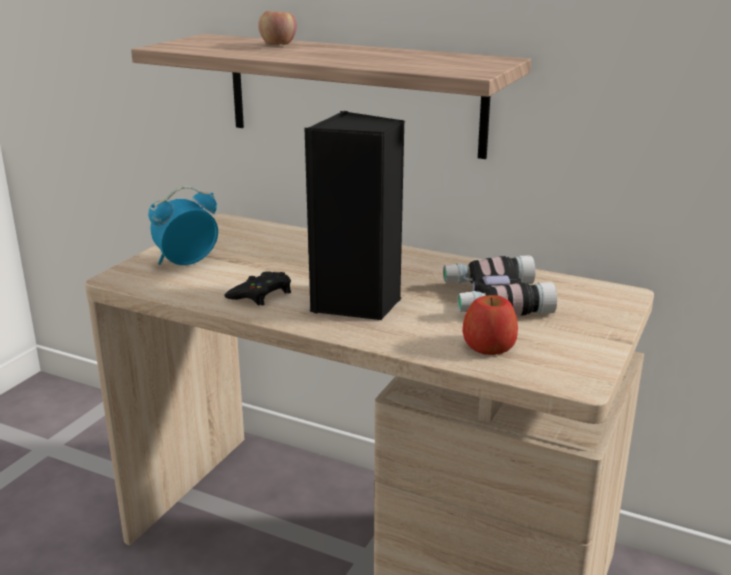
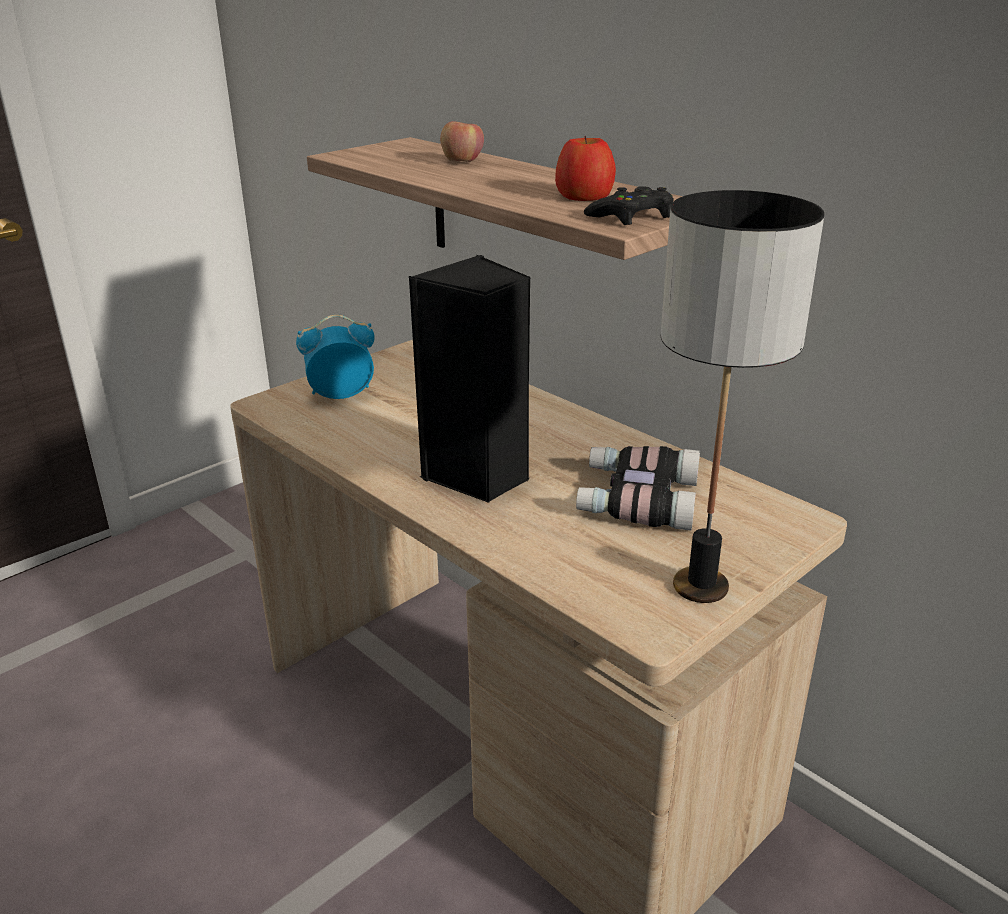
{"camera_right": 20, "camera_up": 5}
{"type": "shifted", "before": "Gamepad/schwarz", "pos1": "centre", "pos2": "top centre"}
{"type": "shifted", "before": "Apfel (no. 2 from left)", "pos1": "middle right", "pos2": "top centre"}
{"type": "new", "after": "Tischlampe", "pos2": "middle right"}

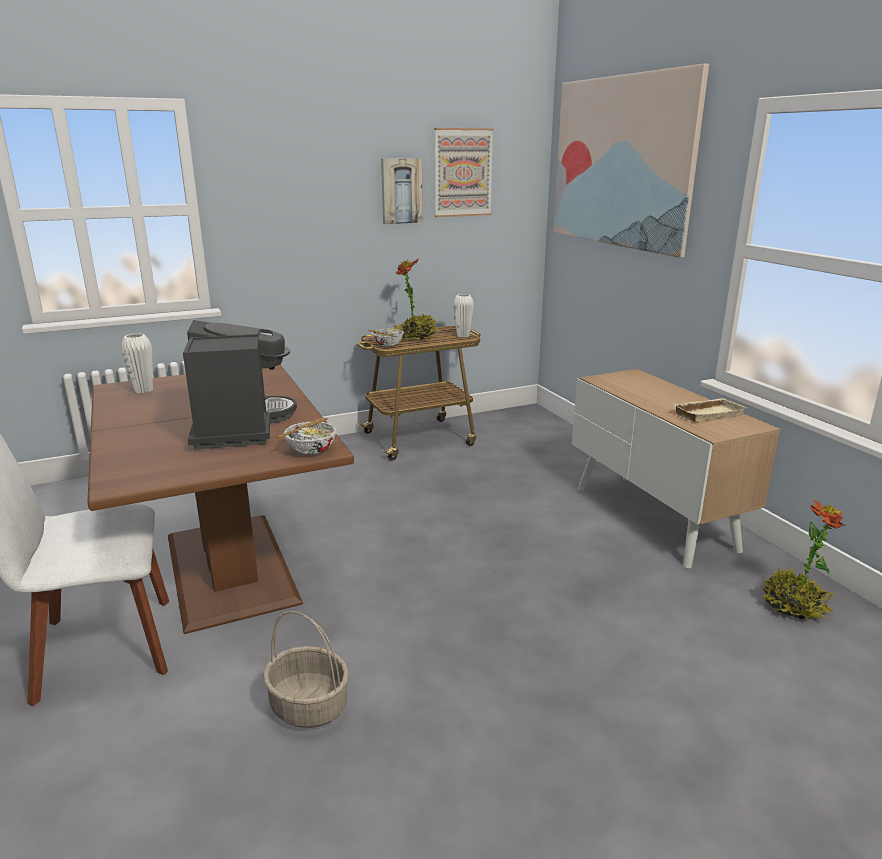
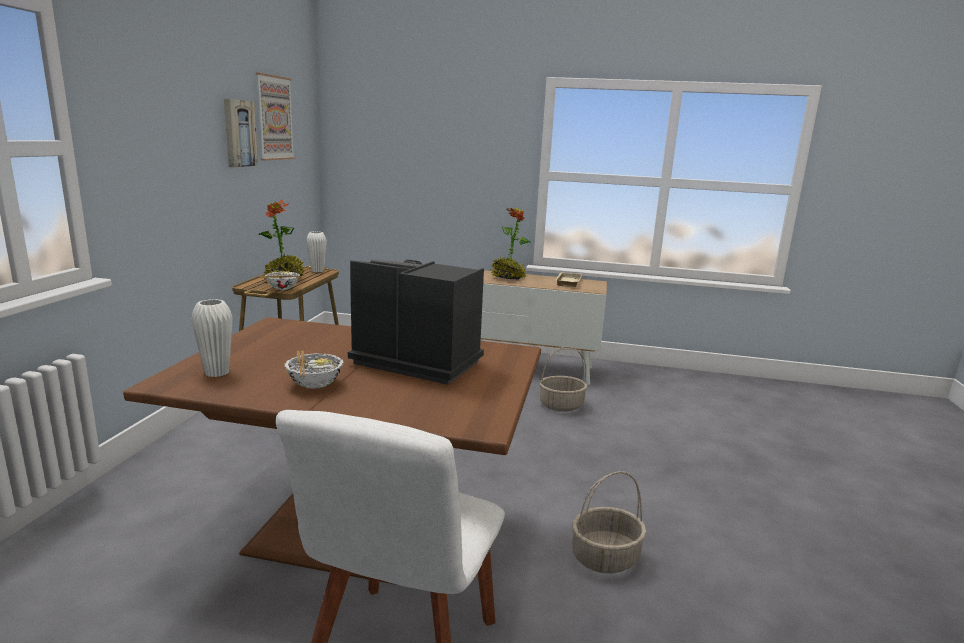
{"camera_right": -55, "camera_up": -5}
{"type": "gone", "before": "Bild (no. 3 from left)", "pos1": "top right"}
{"type": "shifted", "before": "Schüssel (no. 1 from left in the first image)", "after": "Schüssel (no. 2 from left)", "pos1": "centre", "pos2": "middle left"}
{"type": "shifted", "before": "Topfpflanze (no. 2 from left)", "pos1": "middle right", "pos2": "centre"}
{"type": "new", "after": "Korb (no. 1 from left)", "pos2": "centre"}

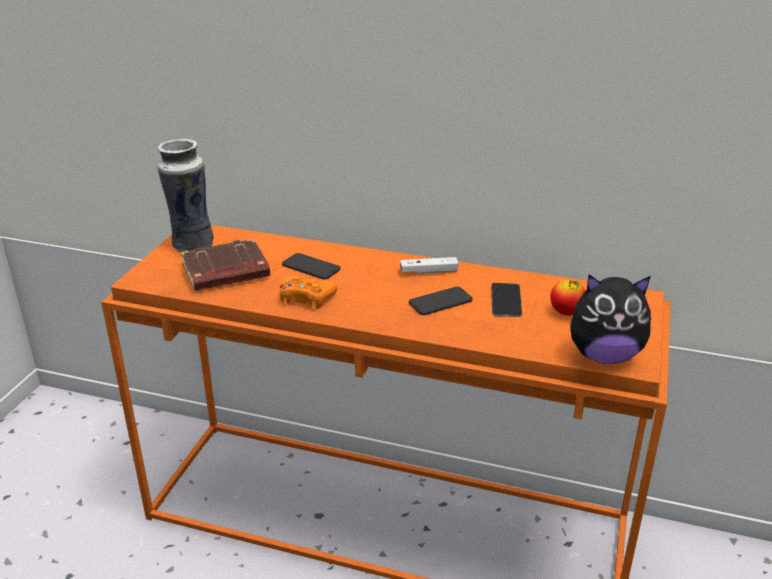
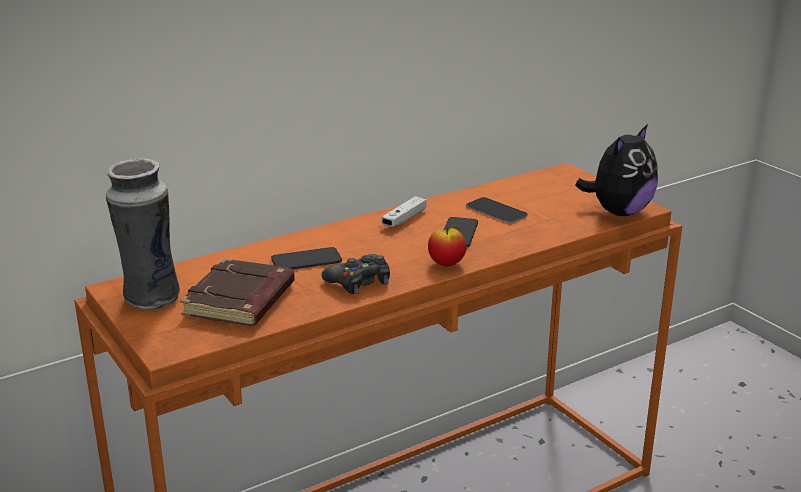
{"camera_right": -50, "camera_up": -5}
{"type": "repainted", "before": "Gamepad/orange", "after": "Gamepad/schwarz", "pos1": "centre", "pos2": "centre"}
{"type": "shifted", "before": "Apfel", "pos1": "middle right", "pos2": "centre"}

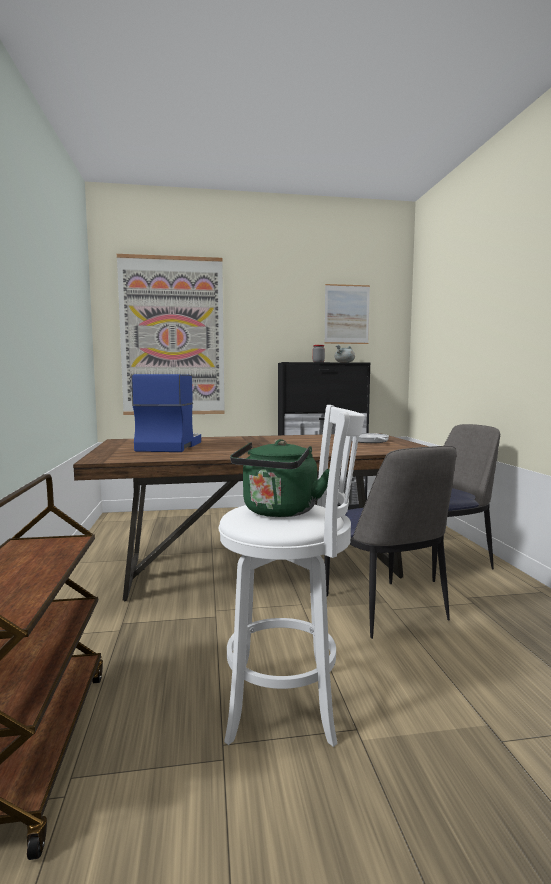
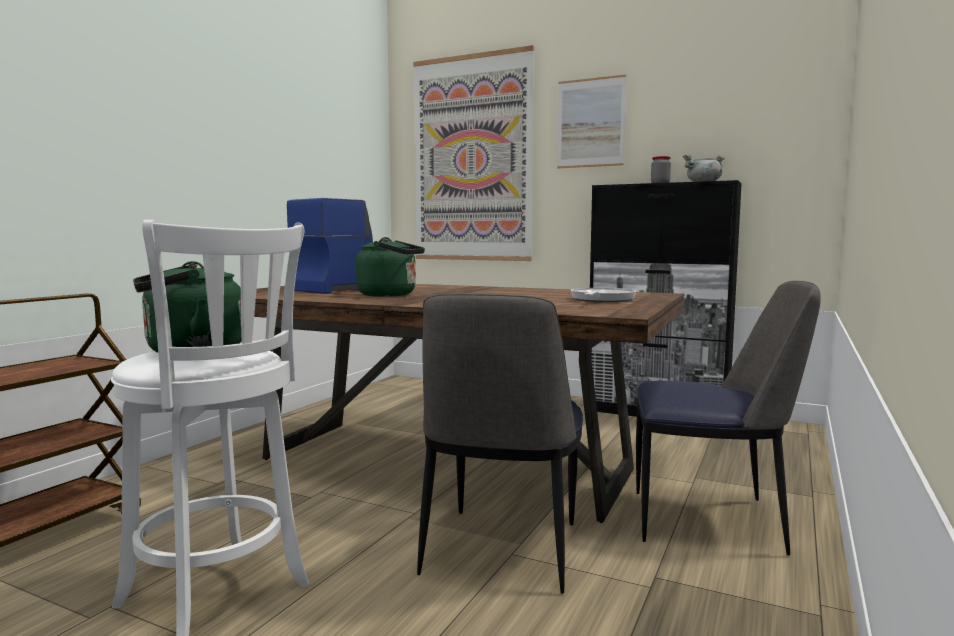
{"camera_right": 35, "camera_up": 0}
{"type": "shifted", "before": "Bild (no. 2 from left)", "pos1": "centre", "pos2": "top centre"}
{"type": "new", "after": "Wasserkessel/grün (no. 2 from left)", "pos2": "centre"}

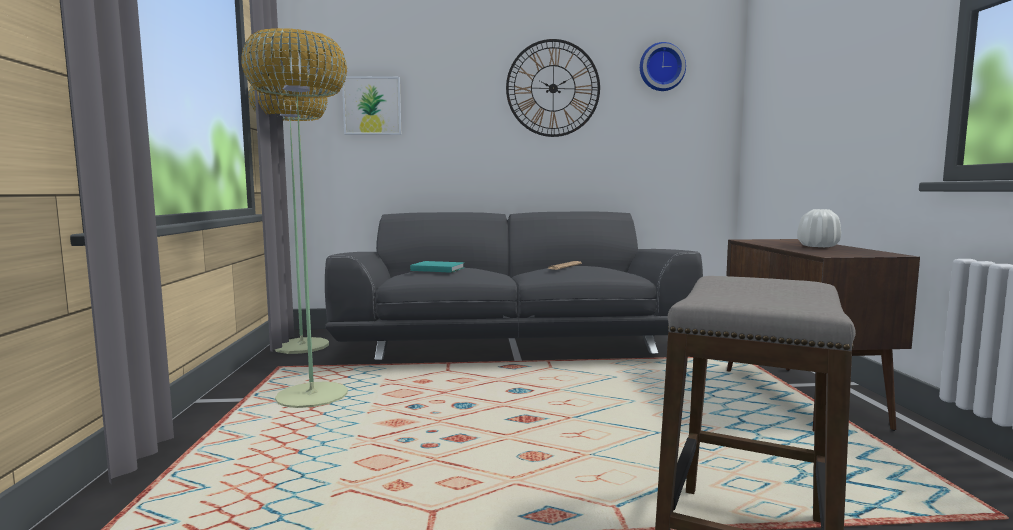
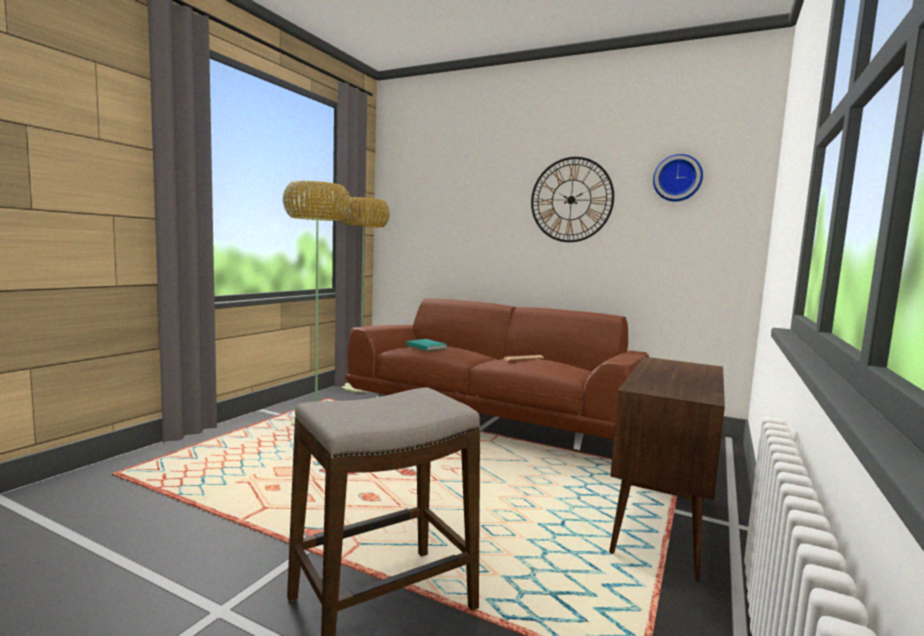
{"camera_right": 30, "camera_up": 0}
{"type": "gone", "before": "Bild", "pos1": "top centre"}
{"type": "gone", "before": "Vase/weiß", "pos1": "middle right"}
{"type": "repainted", "before": "Sofa/grau", "after": "Sofa/braun", "pos1": "centre", "pos2": "centre"}

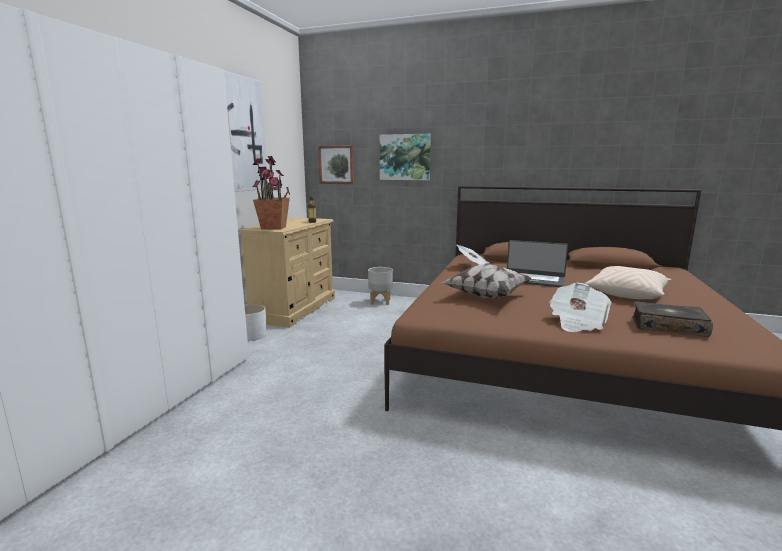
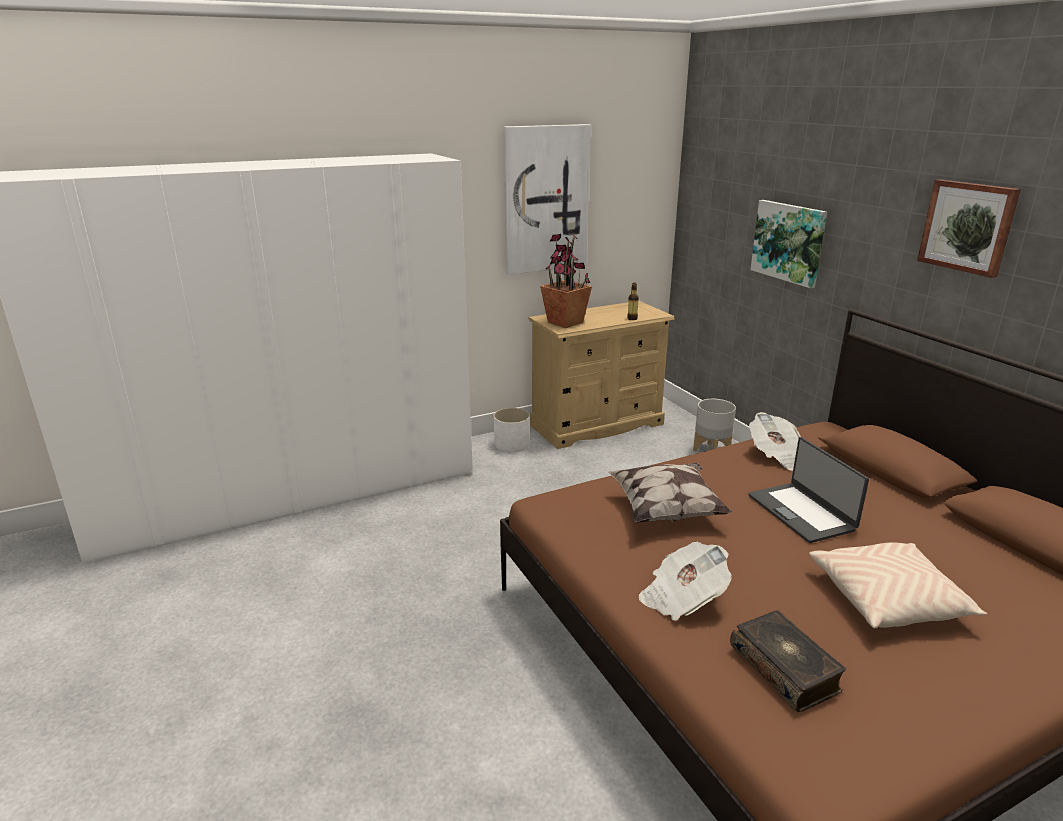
{"camera_right": 45, "camera_up": 10}
{"type": "shifted", "before": "Bild (no. 2 from left in the first image)", "after": "Bild (no. 3 from left)", "pos1": "top centre", "pos2": "top right"}

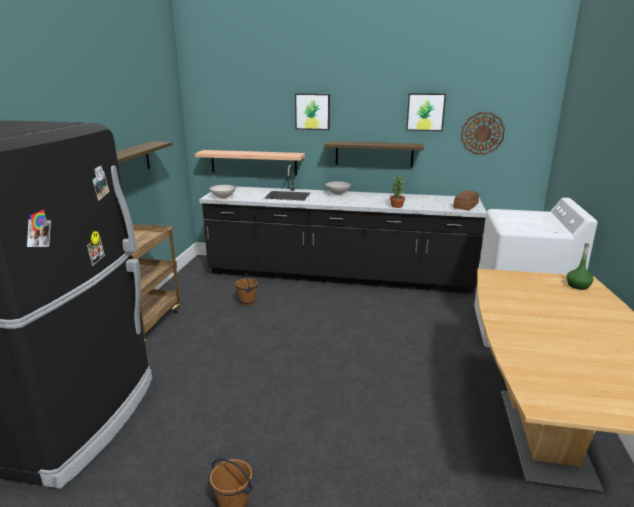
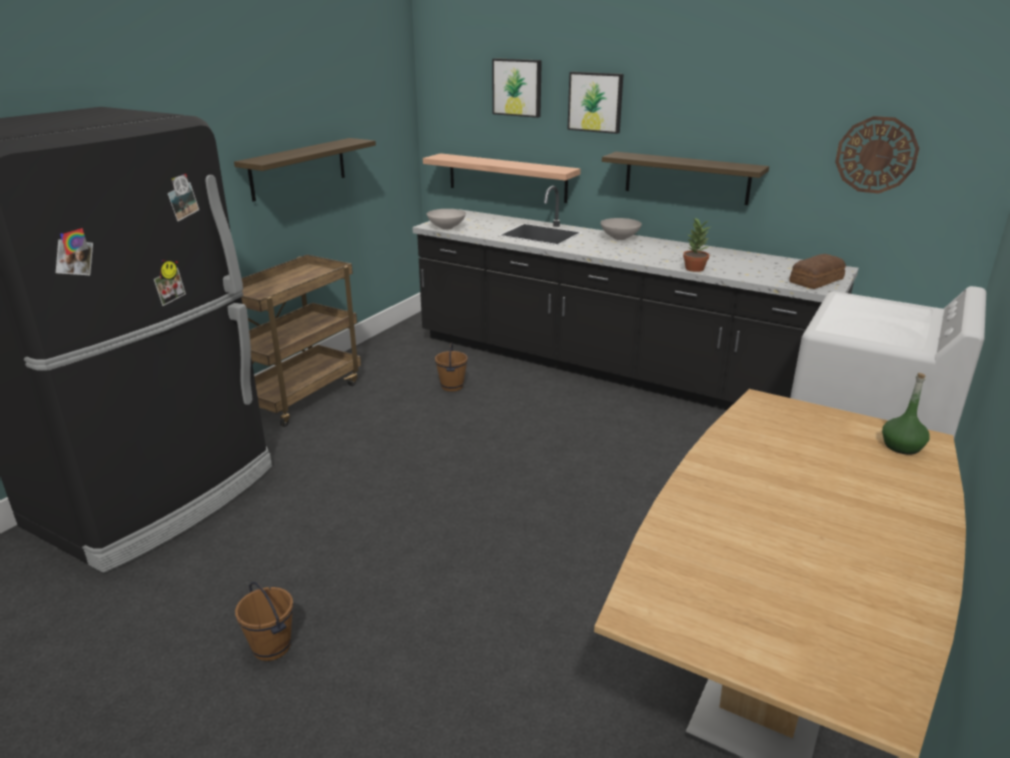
{"camera_right": 20, "camera_up": 5}
{"type": "shifted", "before": "Bild (no. 2 from left in the first image)", "after": "Bild (no. 1 from left)", "pos1": "top right", "pos2": "top centre"}

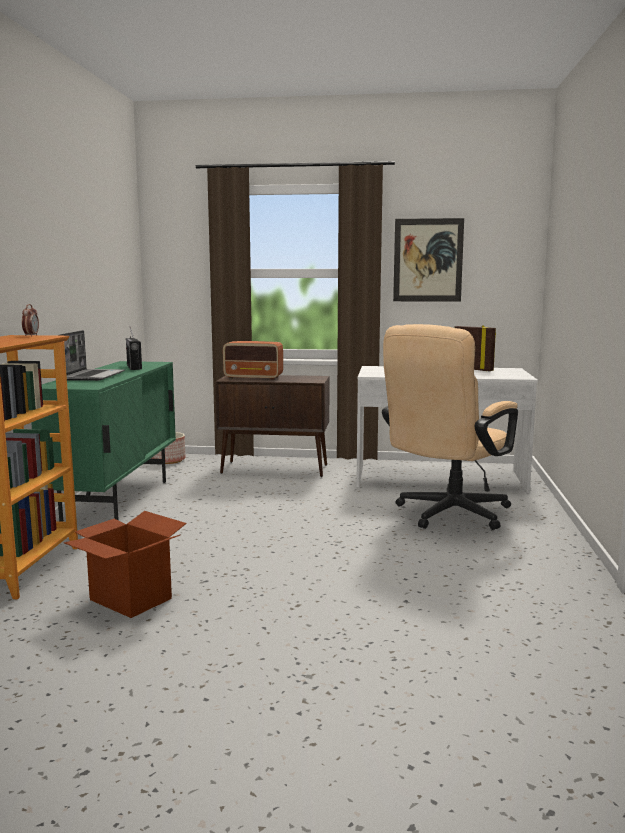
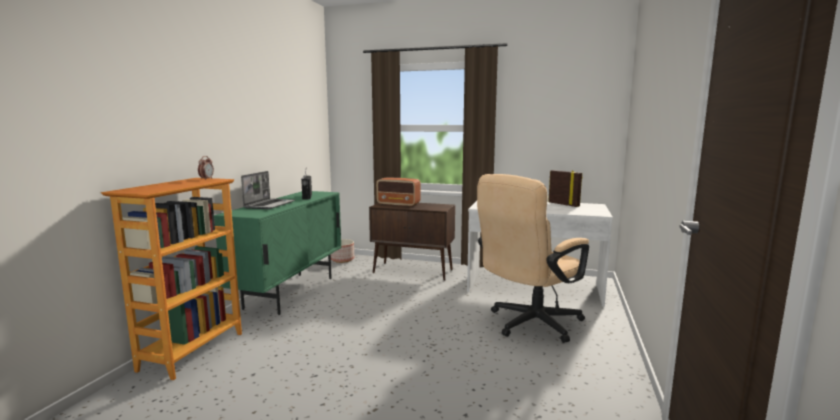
{"camera_right": 10, "camera_up": 0}
{"type": "gone", "before": "Bild", "pos1": "top right"}
{"type": "gone", "before": "Karton", "pos1": "bottom left"}

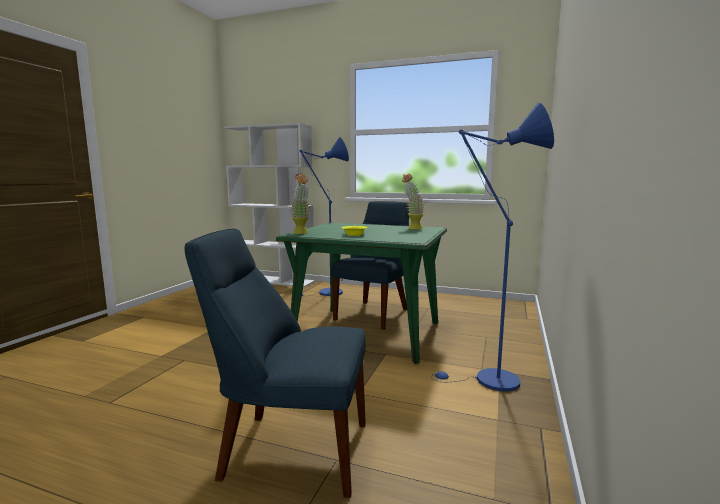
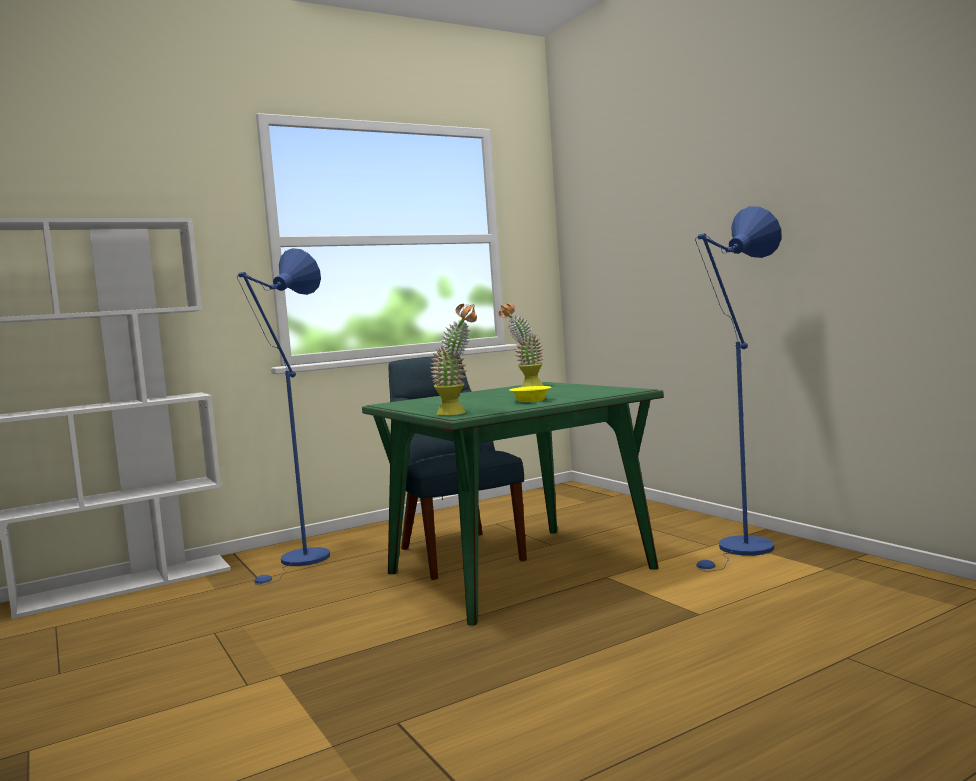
{"camera_right": -50, "camera_up": -5}
{"type": "gone", "before": "Stuhl/blau (no. 1 from left)", "pos1": "bottom centre"}

